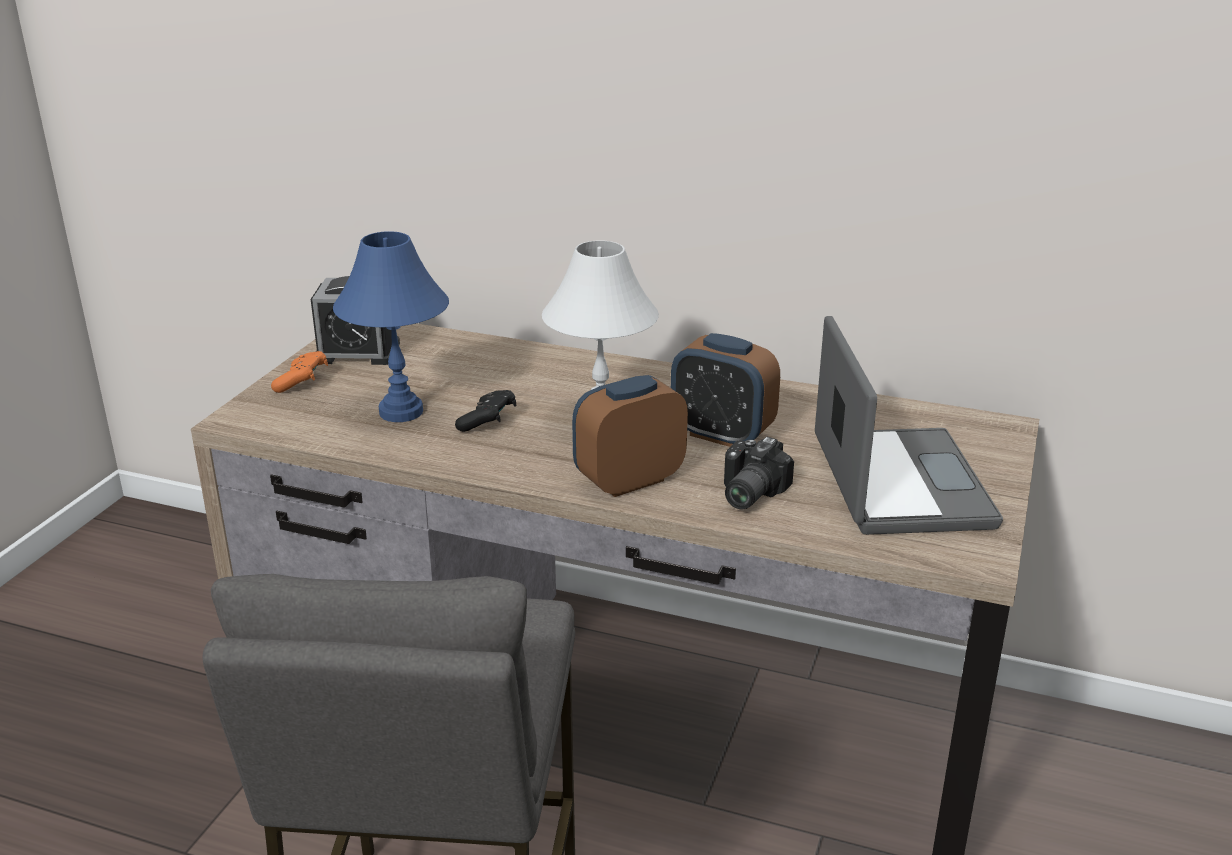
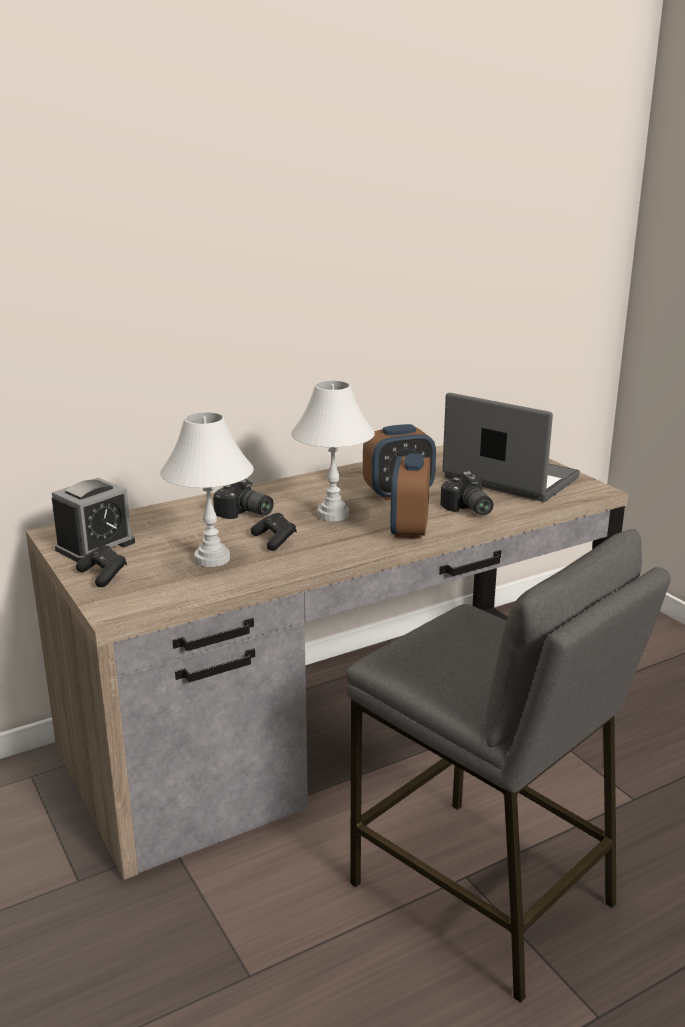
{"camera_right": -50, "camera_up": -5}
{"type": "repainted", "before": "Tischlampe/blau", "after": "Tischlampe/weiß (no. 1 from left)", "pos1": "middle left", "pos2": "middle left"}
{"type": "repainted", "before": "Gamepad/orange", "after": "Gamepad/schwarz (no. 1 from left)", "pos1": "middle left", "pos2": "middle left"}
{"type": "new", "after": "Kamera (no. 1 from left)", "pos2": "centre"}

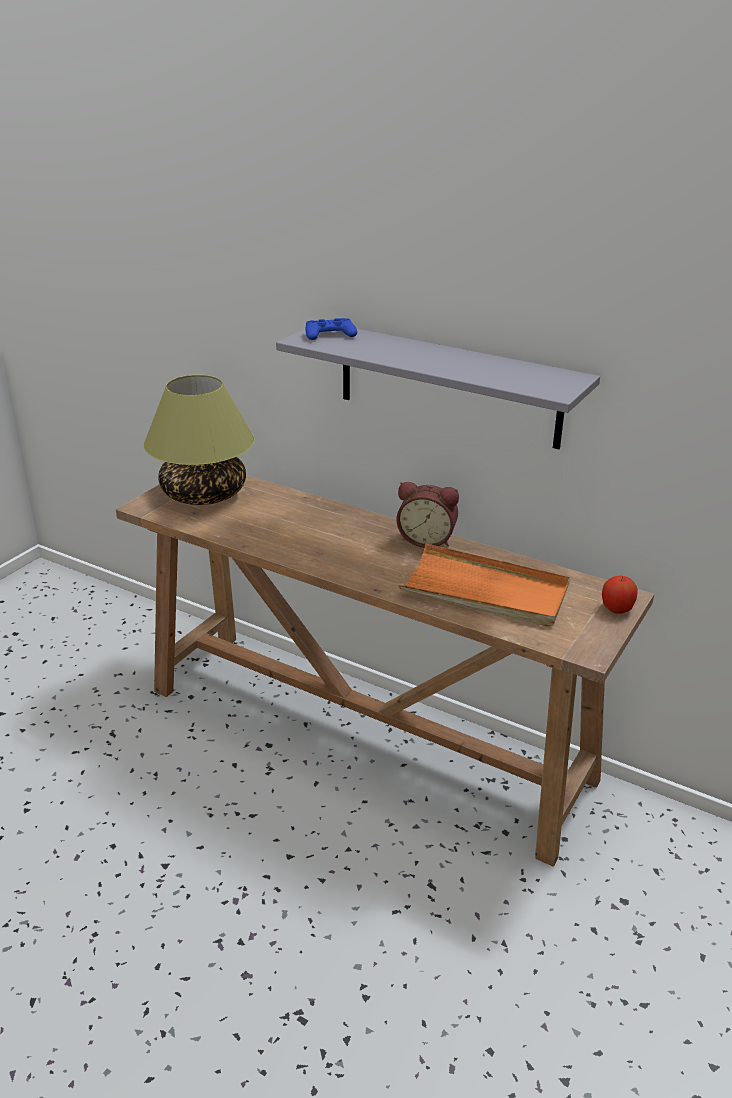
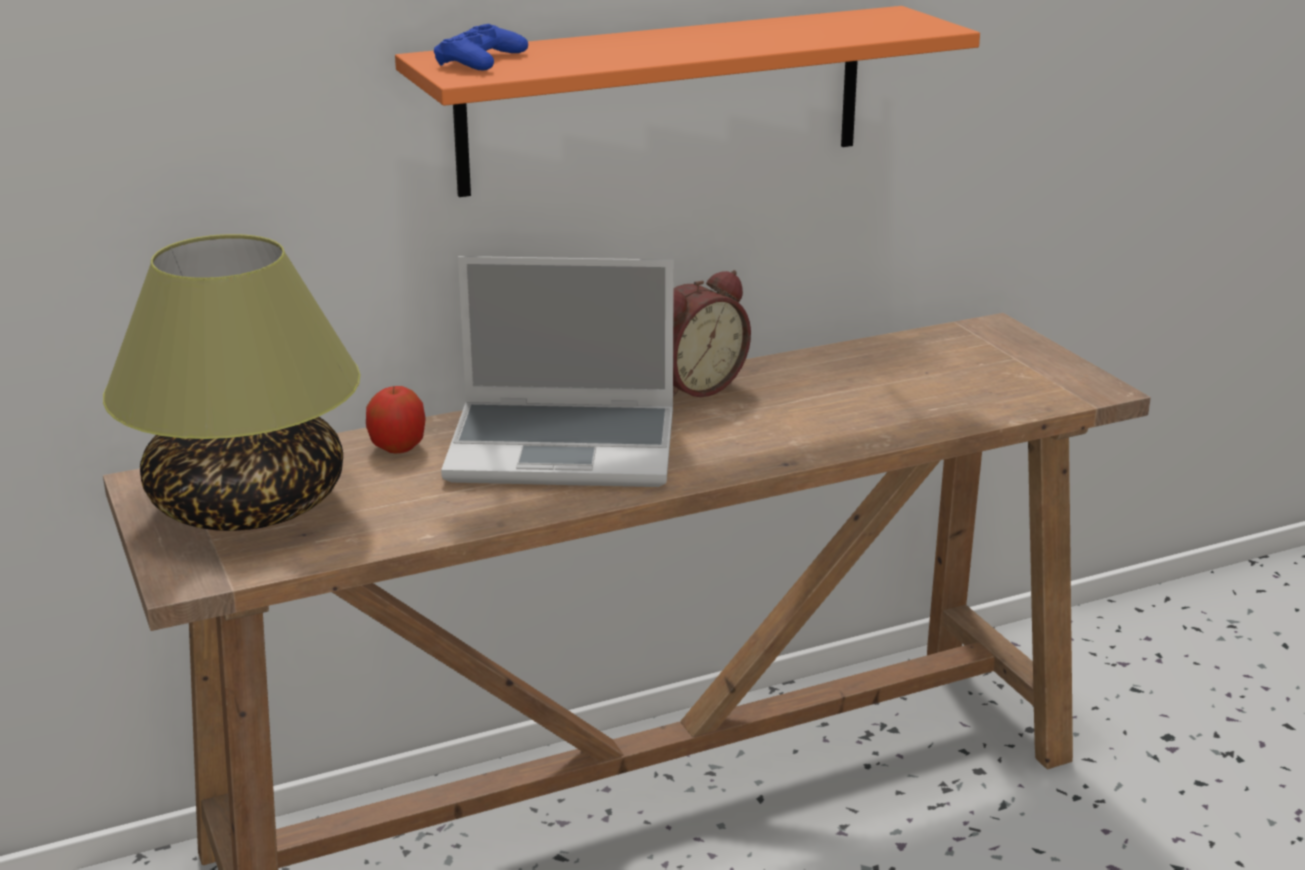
{"camera_right": -55, "camera_up": -5}
{"type": "repainted", "before": "Wandregal/grau", "after": "Wandregal/orange", "pos1": "centre", "pos2": "top centre"}
{"type": "gone", "before": "Tablett/orange", "pos1": "centre"}
{"type": "shifted", "before": "Apfel", "pos1": "middle right", "pos2": "middle left"}
{"type": "new", "after": "Laptop", "pos2": "centre"}

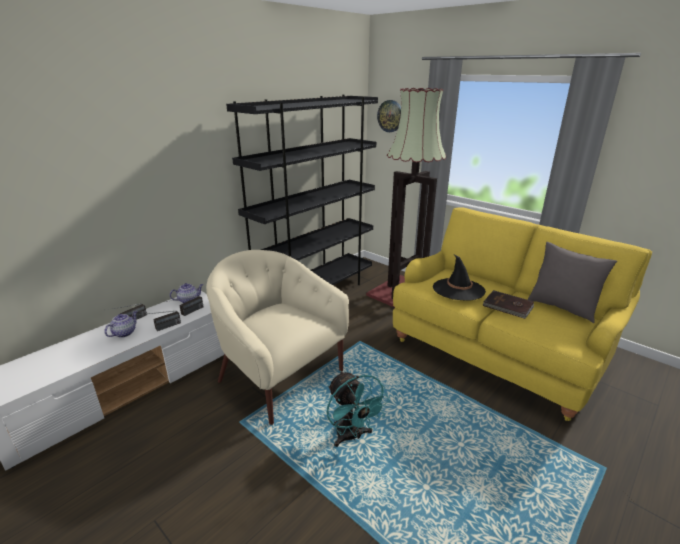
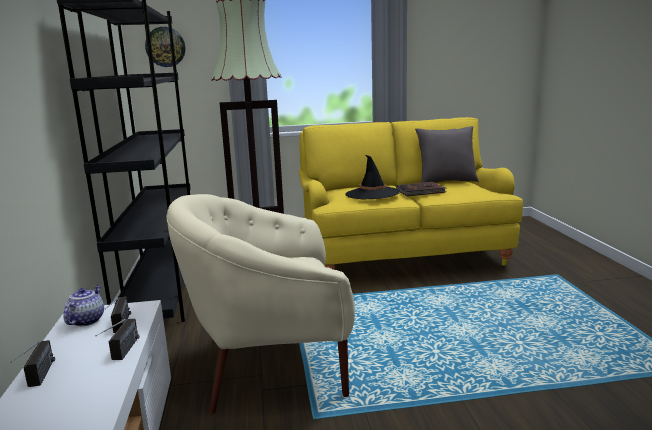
{"camera_right": -50, "camera_up": -10}
{"type": "gone", "before": "Teekanne (no. 1 from left)", "pos1": "middle left"}
{"type": "gone", "before": "Ventilator/türkis", "pos1": "bottom centre"}

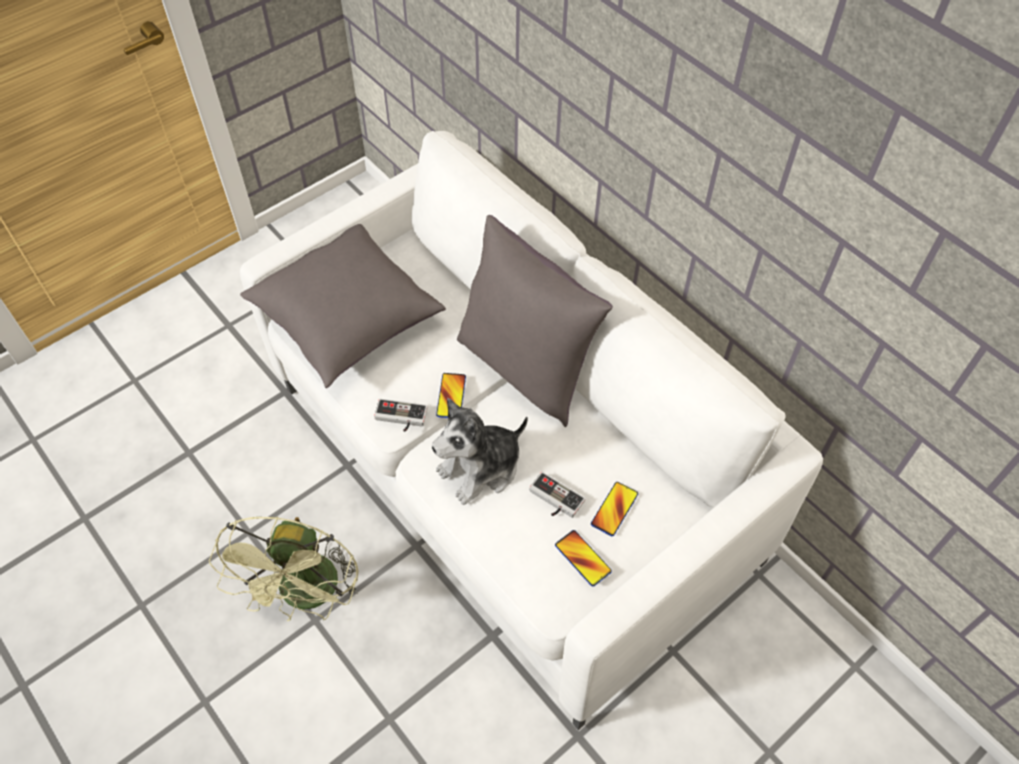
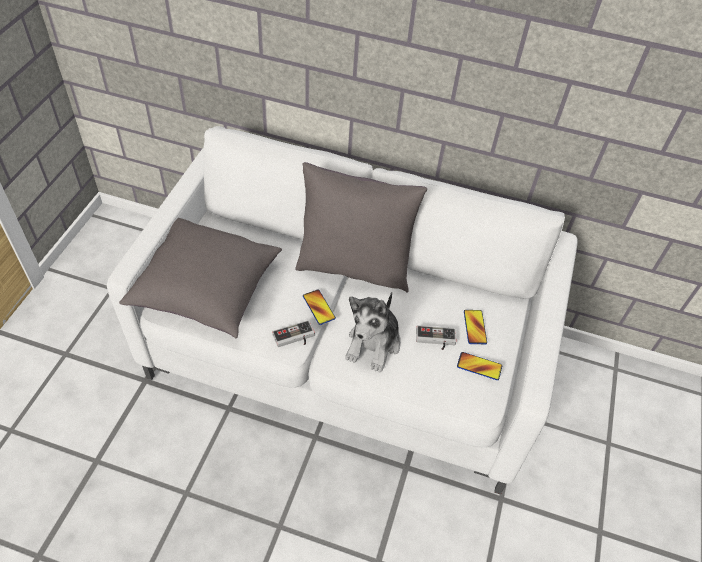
{"camera_right": -35, "camera_up": -5}
{"type": "gone", "before": "Ventilator/grün", "pos1": "bottom left"}

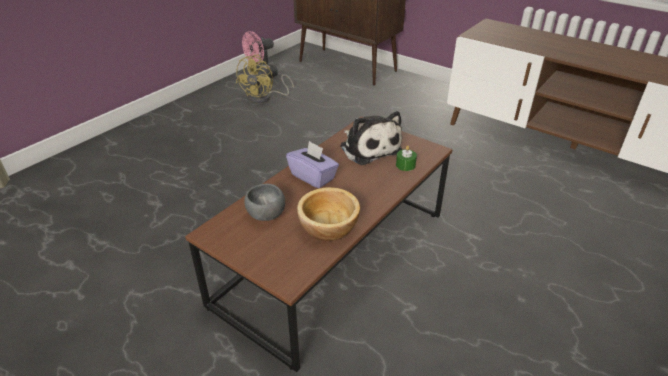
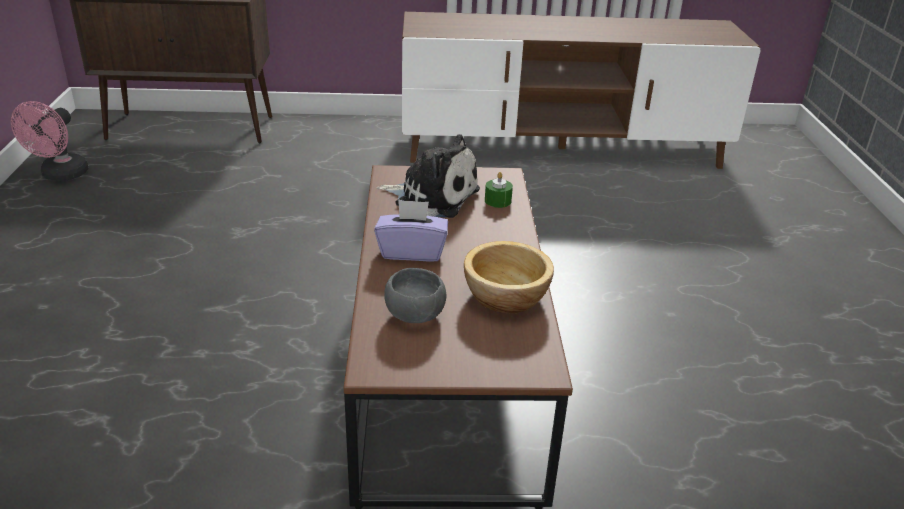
{"camera_right": -40, "camera_up": -5}
{"type": "gone", "before": "Ventilator/gelb", "pos1": "top centre"}

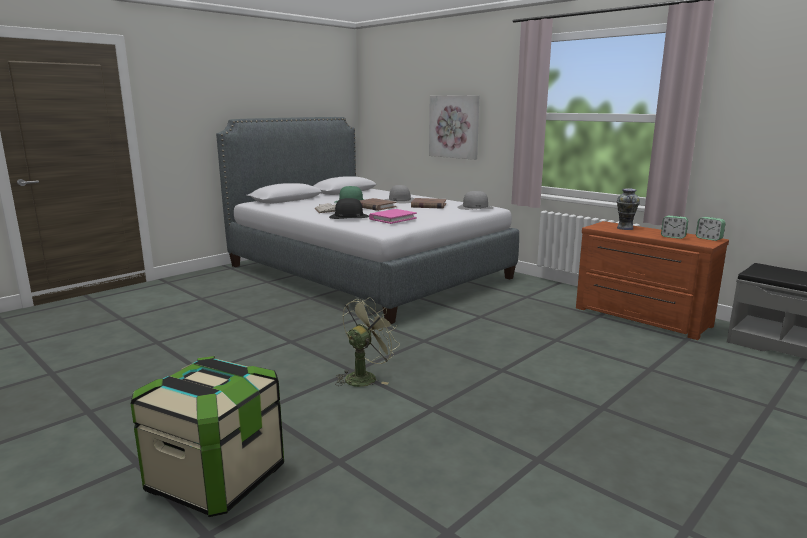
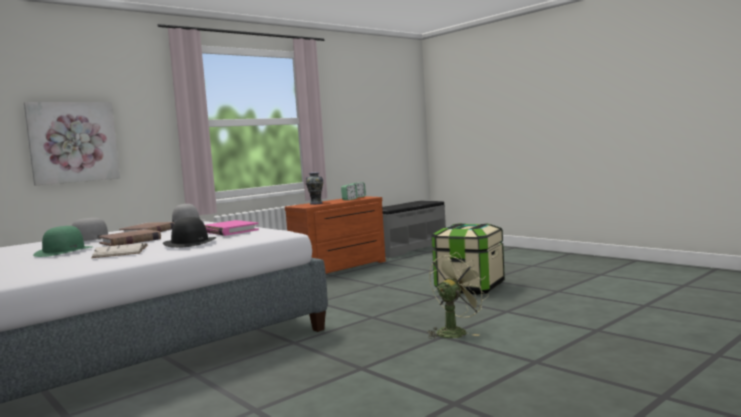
{"camera_right": -85, "camera_up": -10}
{"type": "rotated", "before": "Ventilator/grün", "pos1": "centre", "pos2": "bottom centre", "turn": 90}
{"type": "shifted", "before": "Aufbewahrungsbox", "pos1": "bottom left", "pos2": "centre"}

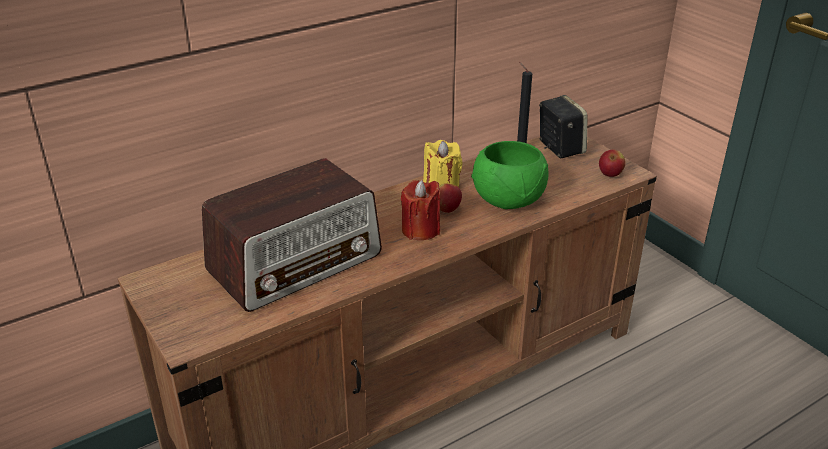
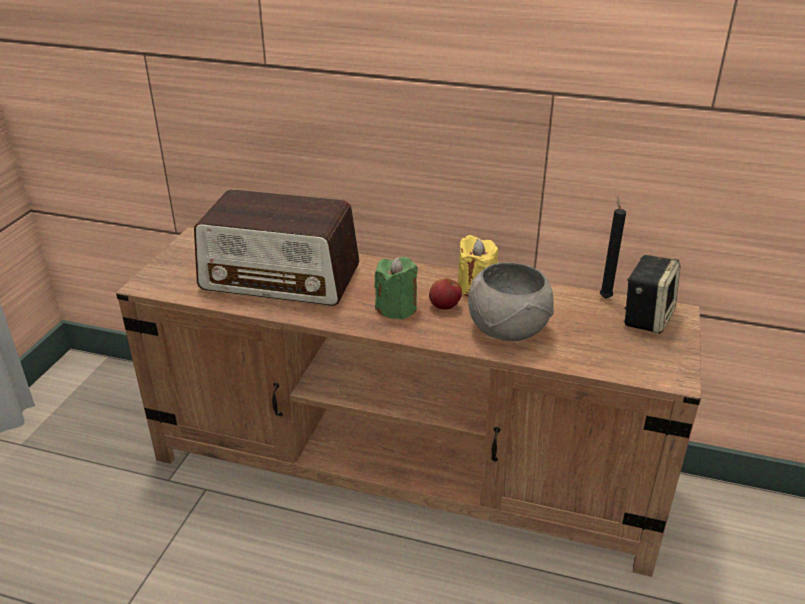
{"camera_right": 50, "camera_up": 0}
{"type": "repainted", "before": "Schüssel/grün", "after": "Schüssel/grau", "pos1": "centre", "pos2": "centre"}
{"type": "gone", "before": "Apfel (no. 2 from left)", "pos1": "middle right"}
{"type": "repainted", "before": "Kerze/rot", "after": "Kerze/grün", "pos1": "centre", "pos2": "centre"}

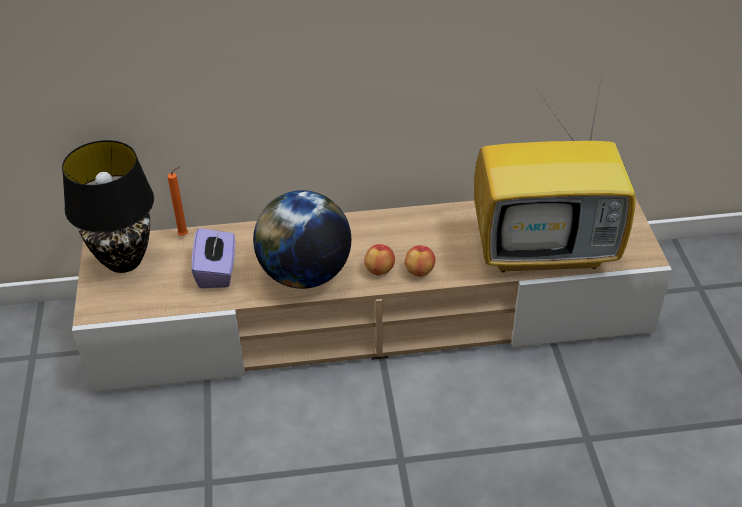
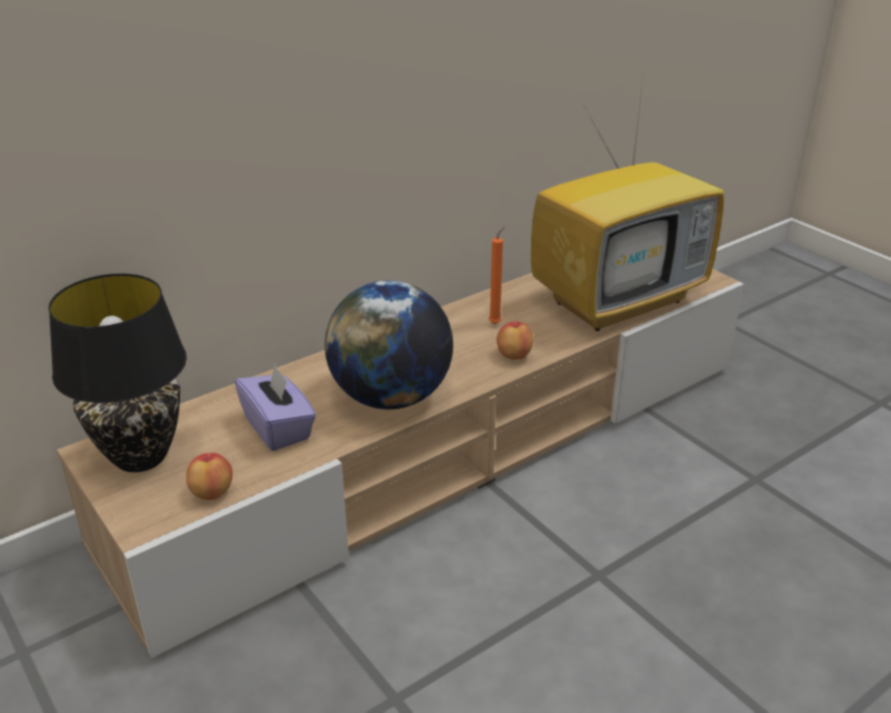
{"camera_right": -30, "camera_up": -10}
{"type": "shifted", "before": "Kerze/orange", "pos1": "middle left", "pos2": "centre"}
{"type": "shifted", "before": "Apfel (no. 1 from left)", "pos1": "centre", "pos2": "bottom left"}

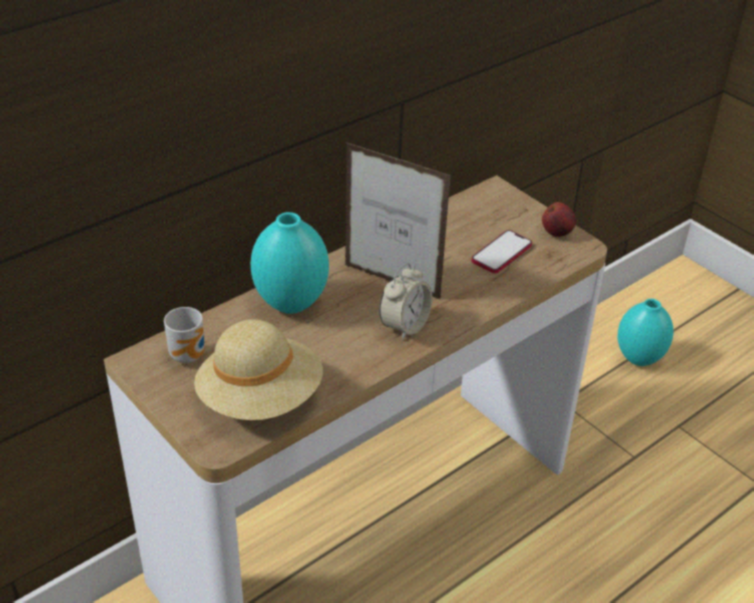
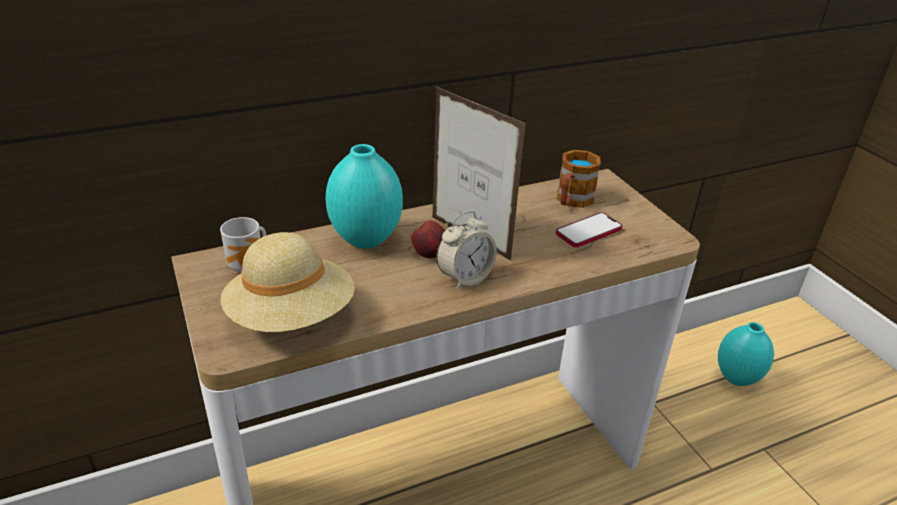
{"camera_right": 15, "camera_up": -5}
{"type": "shifted", "before": "Apfel", "pos1": "middle right", "pos2": "centre"}
{"type": "new", "after": "Henkelbecher (no. 2 from left)", "pos2": "centre"}

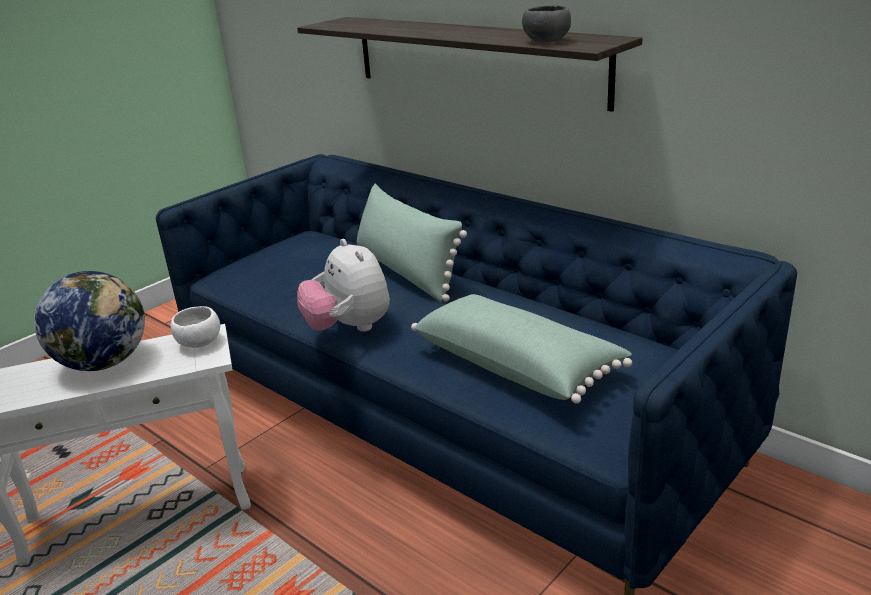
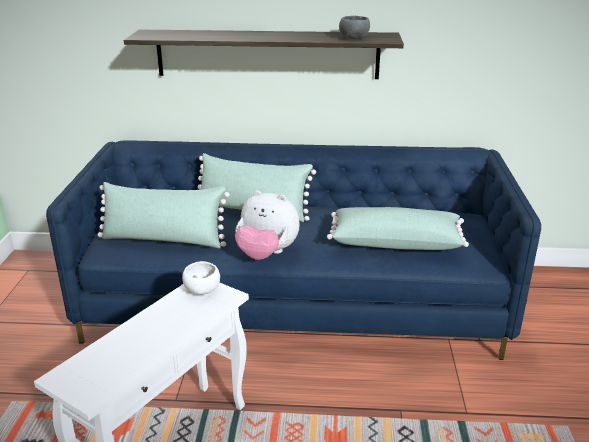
{"camera_right": -40, "camera_up": 0}
{"type": "gone", "before": "Globus", "pos1": "middle left"}
{"type": "new", "after": "Kissen/grün (no. 1 from left)", "pos2": "middle left"}

